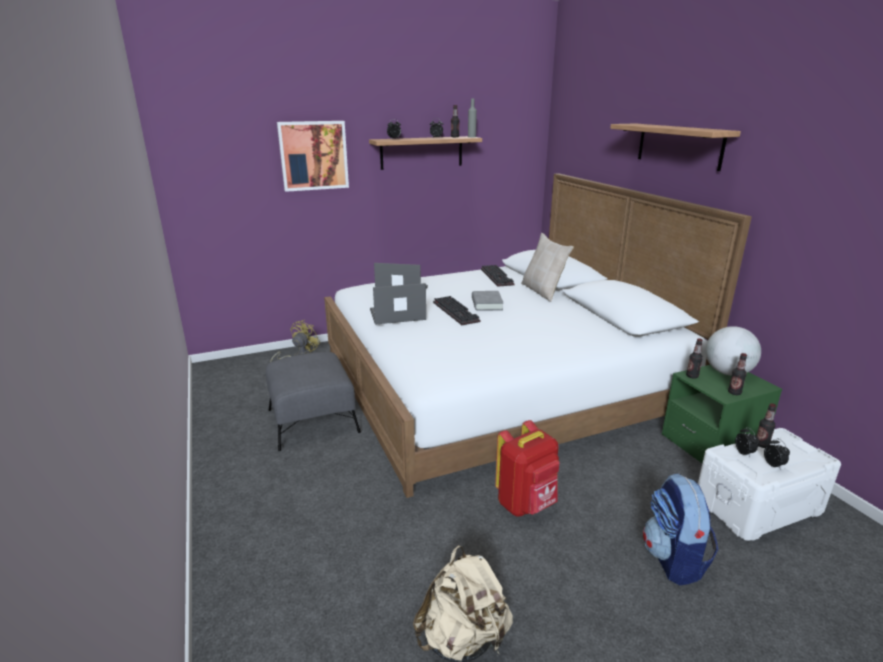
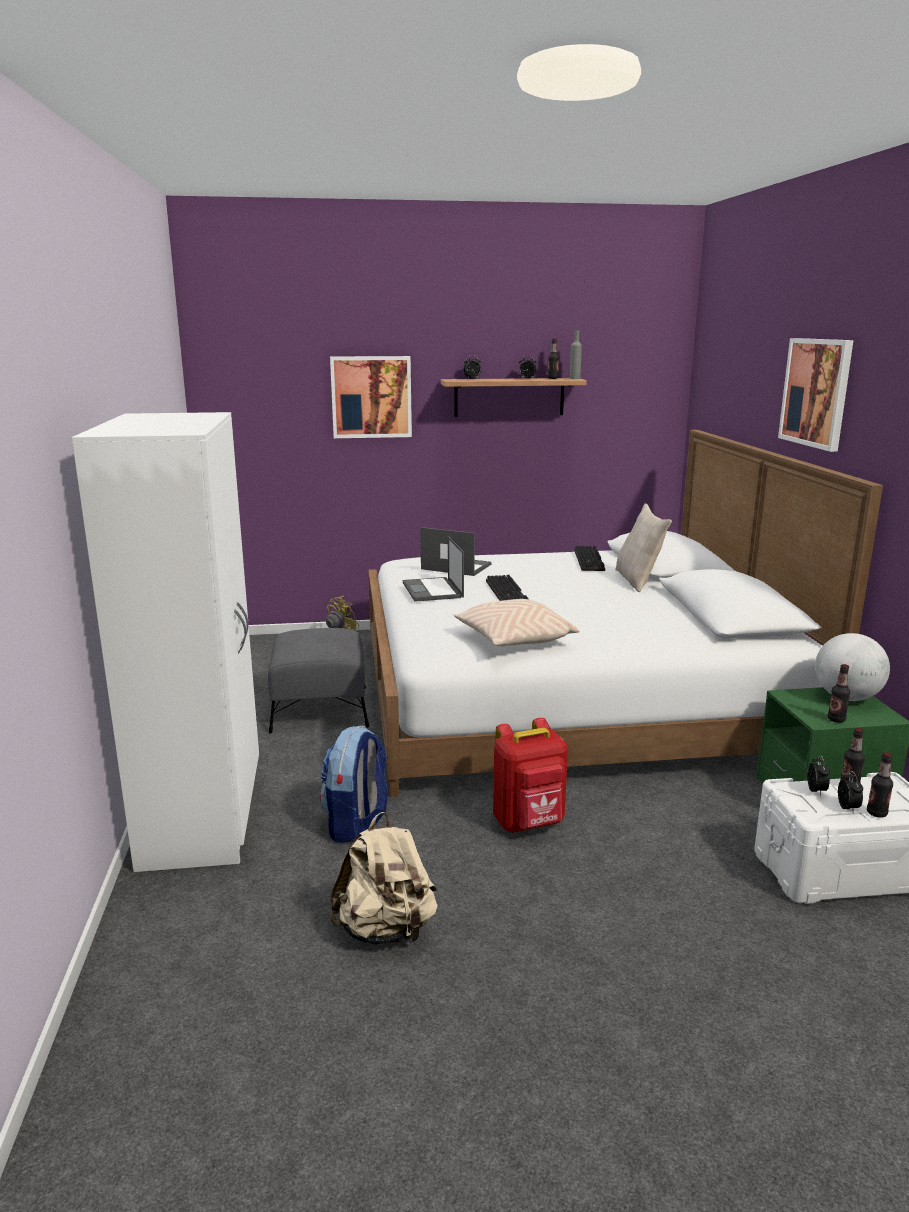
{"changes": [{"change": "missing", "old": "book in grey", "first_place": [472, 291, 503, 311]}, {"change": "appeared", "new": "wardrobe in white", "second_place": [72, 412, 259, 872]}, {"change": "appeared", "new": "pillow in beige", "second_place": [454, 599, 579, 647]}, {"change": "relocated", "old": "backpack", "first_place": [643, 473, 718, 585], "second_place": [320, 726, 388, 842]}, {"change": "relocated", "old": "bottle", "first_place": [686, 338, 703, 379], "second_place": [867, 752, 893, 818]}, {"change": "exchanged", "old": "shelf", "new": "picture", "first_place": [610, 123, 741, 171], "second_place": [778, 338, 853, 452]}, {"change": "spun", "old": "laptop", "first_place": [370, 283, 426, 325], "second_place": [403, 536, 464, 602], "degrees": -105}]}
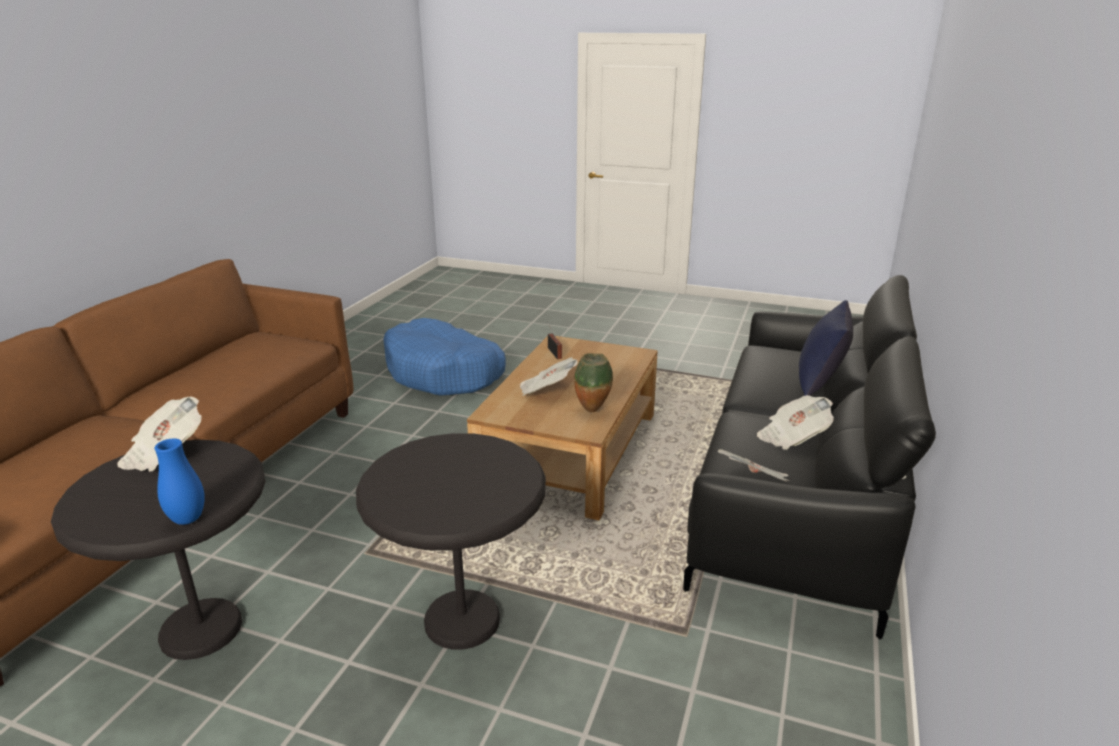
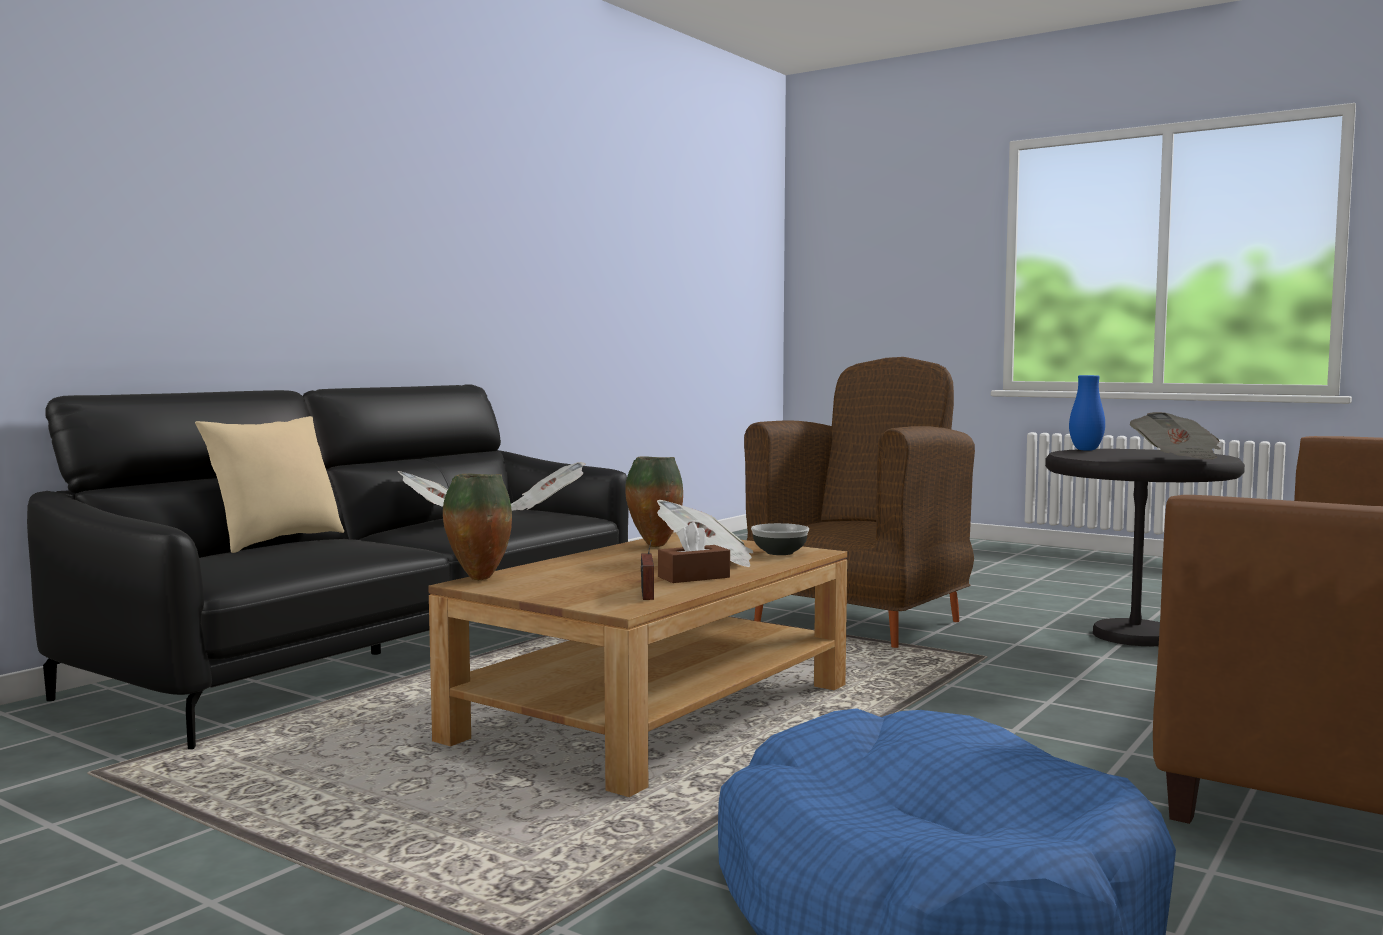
{"changes": [{"change": "appeared", "new": "vase", "second_place": [443, 474, 512, 580]}, {"change": "appeared", "new": "tissue box in brown", "second_place": [658, 522, 730, 583]}, {"change": "appeared", "new": "bowl", "second_place": [751, 523, 809, 555]}, {"change": "exchanged", "old": "side table in black", "new": "armchair in brown", "first_place": [356, 433, 546, 650], "second_place": [744, 357, 975, 648]}, {"change": "colour", "old": "pillow in blue", "new": "pillow in beige", "first_place": [799, 300, 853, 396], "second_place": [195, 416, 344, 553]}]}
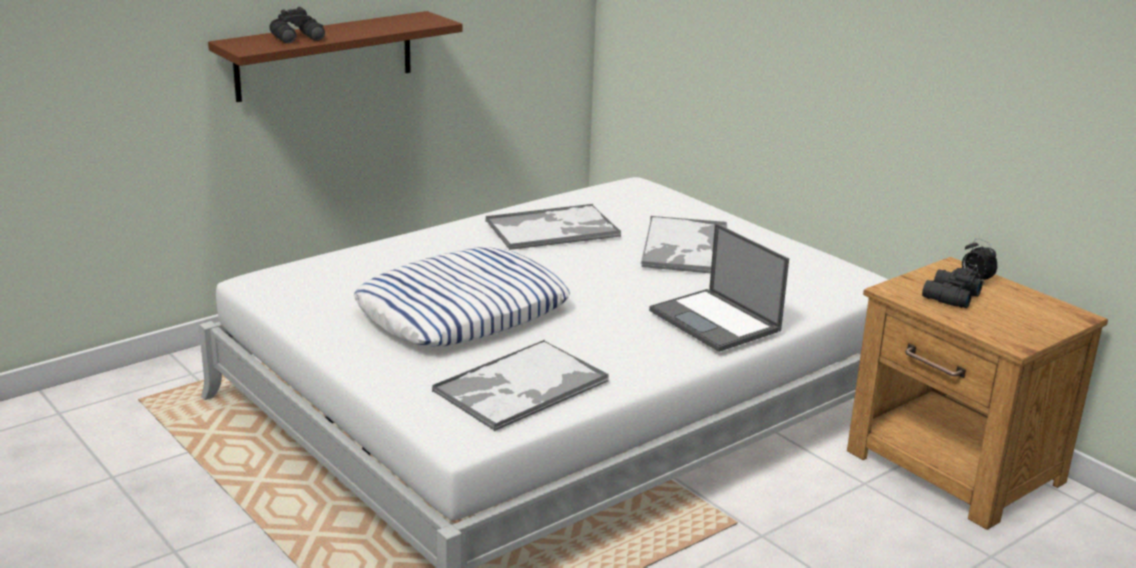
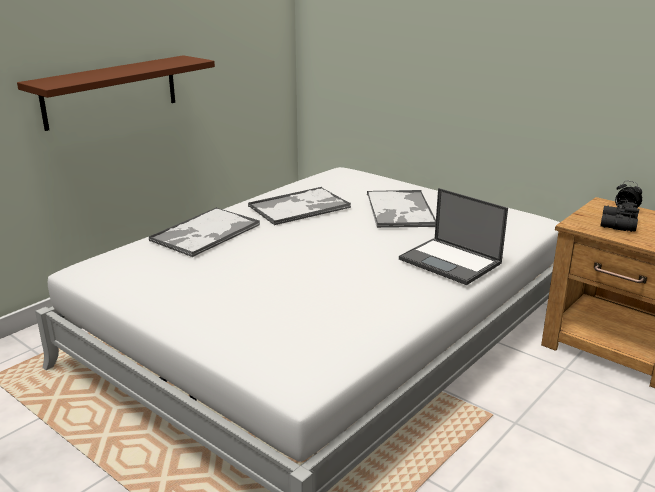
{"changes": [{"change": "missing", "old": "binoculars in black", "first_place": [269, 7, 325, 43]}, {"change": "missing", "old": "pillow", "first_place": [354, 247, 570, 346]}, {"change": "relocated", "old": "tray", "first_place": [432, 340, 609, 432], "second_place": [148, 207, 260, 257]}]}
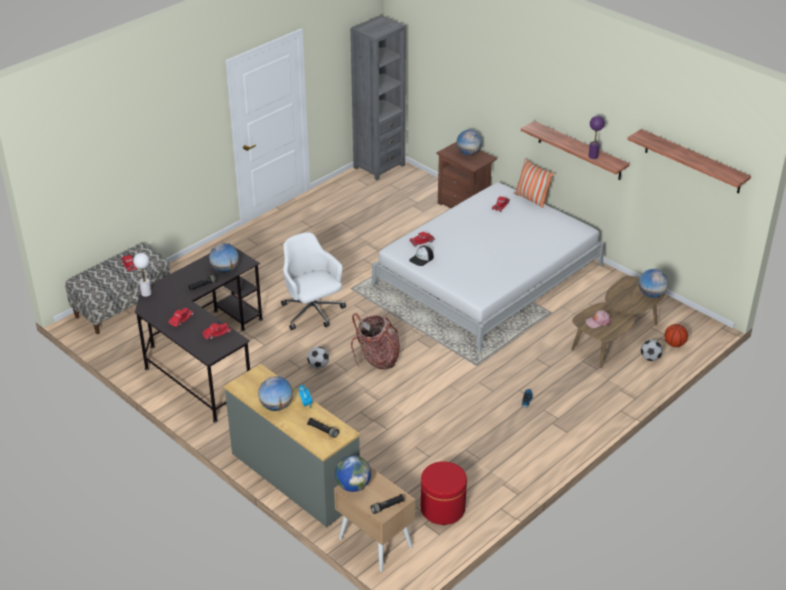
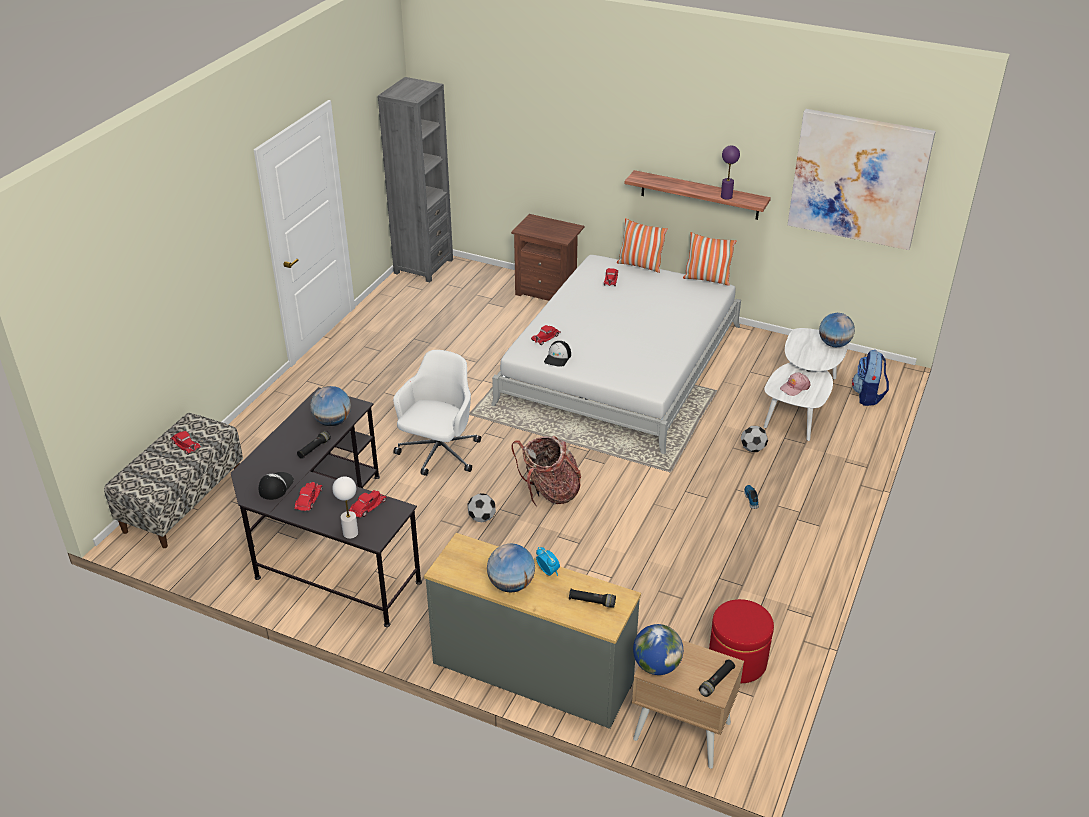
{"changes": [{"change": "missing", "old": "globe", "first_place": [456, 129, 482, 155]}, {"change": "appeared", "new": "cap", "second_place": [259, 472, 294, 500]}, {"change": "appeared", "new": "pillow", "second_place": [683, 232, 737, 286]}, {"change": "relocated", "old": "table lamp in white", "first_place": [133, 253, 151, 297], "second_place": [332, 476, 358, 539]}, {"change": "relocated", "old": "football", "first_place": [641, 339, 663, 361], "second_place": [741, 426, 768, 452]}, {"change": "exchanged", "old": "shelf", "new": "picture", "first_place": [627, 129, 751, 194], "second_place": [788, 109, 936, 250]}, {"change": "exchanged", "old": "basketball", "new": "backpack", "first_place": [664, 324, 688, 347], "second_place": [852, 350, 889, 406]}, {"change": "colour", "old": "coffee table in brown", "new": "coffee table in white", "first_place": [571, 276, 665, 368], "second_place": [764, 328, 848, 441]}, {"change": "spun", "old": "office chair in white", "first_place": [281, 232, 346, 330], "second_place": [393, 350, 481, 476], "degrees": 75}]}
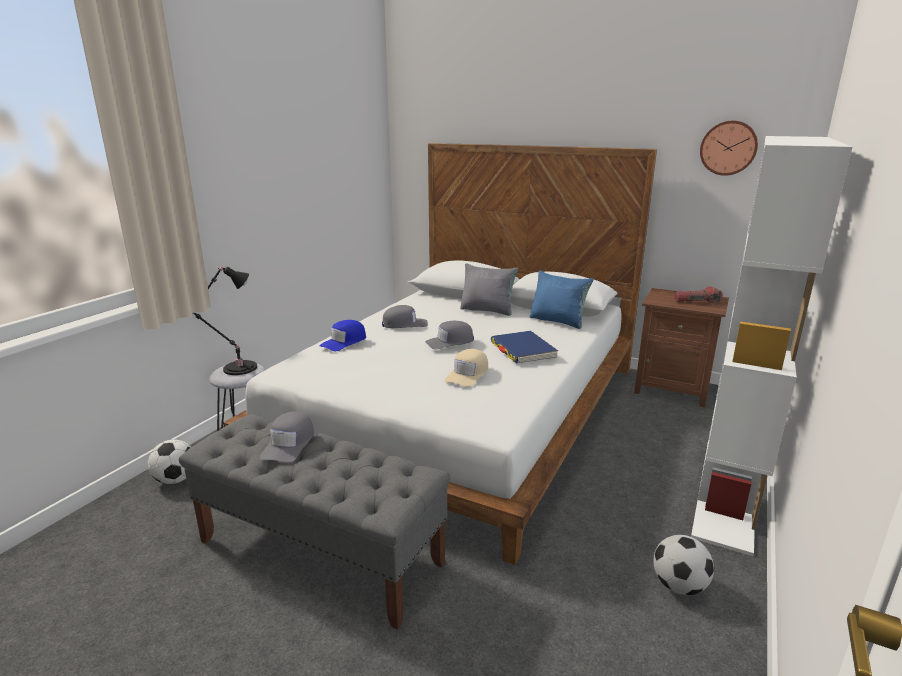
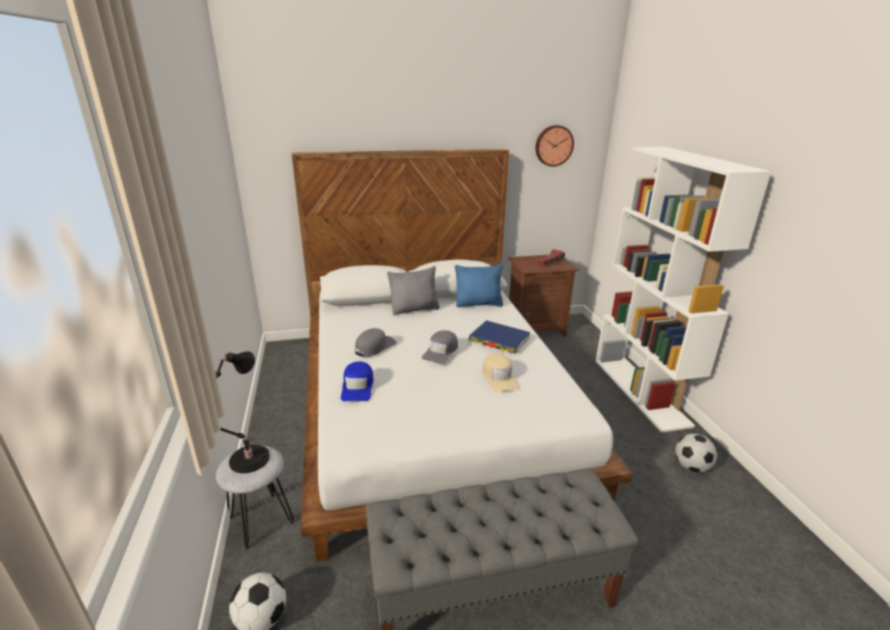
{"changes": [{"change": "missing", "old": "cap in grey", "first_place": [260, 411, 314, 463]}]}
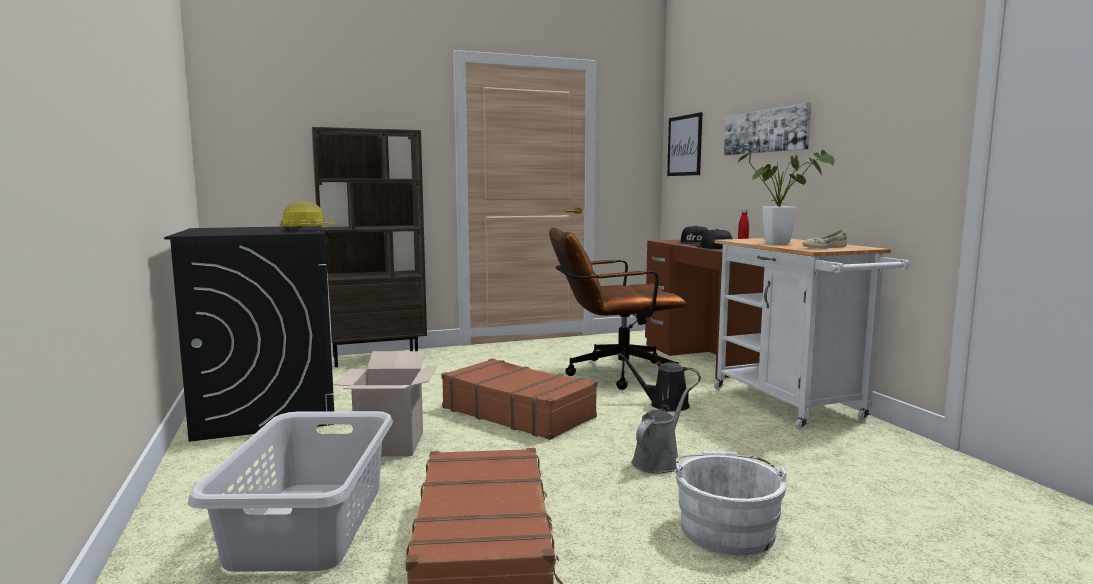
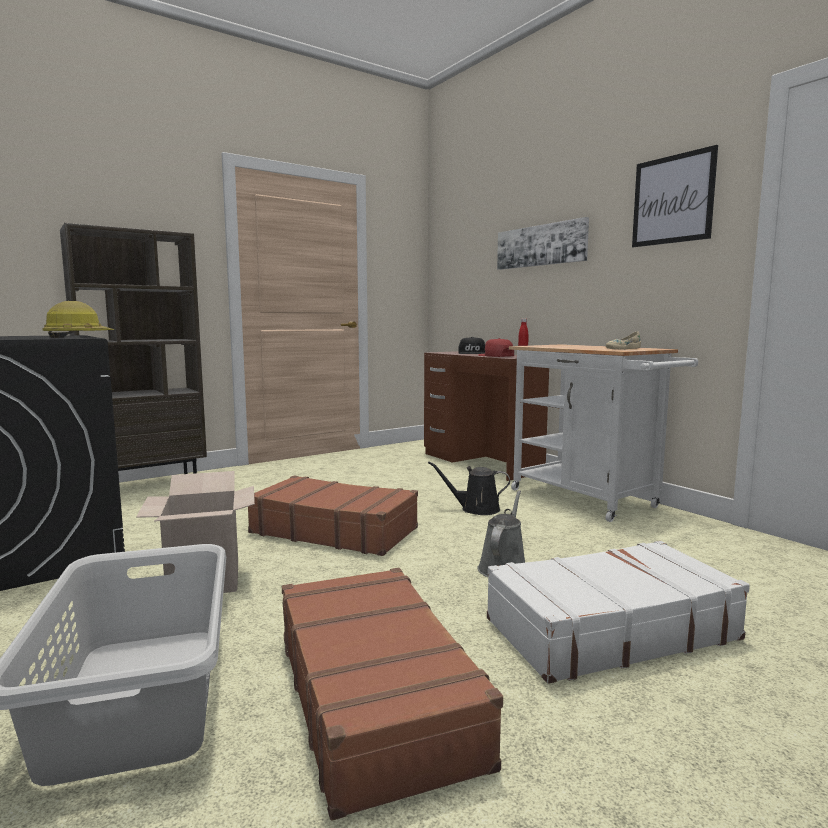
{"changes": [{"change": "missing", "old": "office chair in brown", "first_place": [549, 228, 686, 390]}, {"change": "missing", "old": "potted plant", "first_place": [738, 150, 835, 244]}, {"change": "relocated", "old": "picture", "first_place": [667, 112, 702, 176], "second_place": [632, 145, 718, 247]}, {"change": "exchanged", "old": "bucket in white", "new": "suitcase in white", "first_place": [674, 451, 787, 555], "second_place": [487, 541, 750, 684]}, {"change": "colour", "old": "cap in black", "new": "cap in red", "first_place": [696, 229, 732, 249], "second_place": [478, 338, 514, 357]}]}
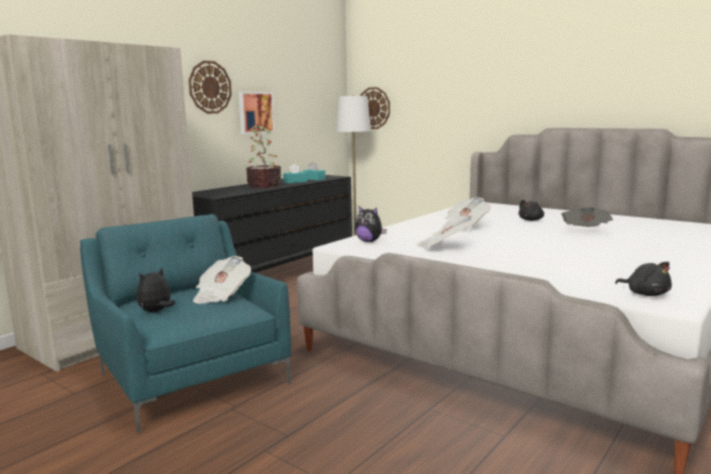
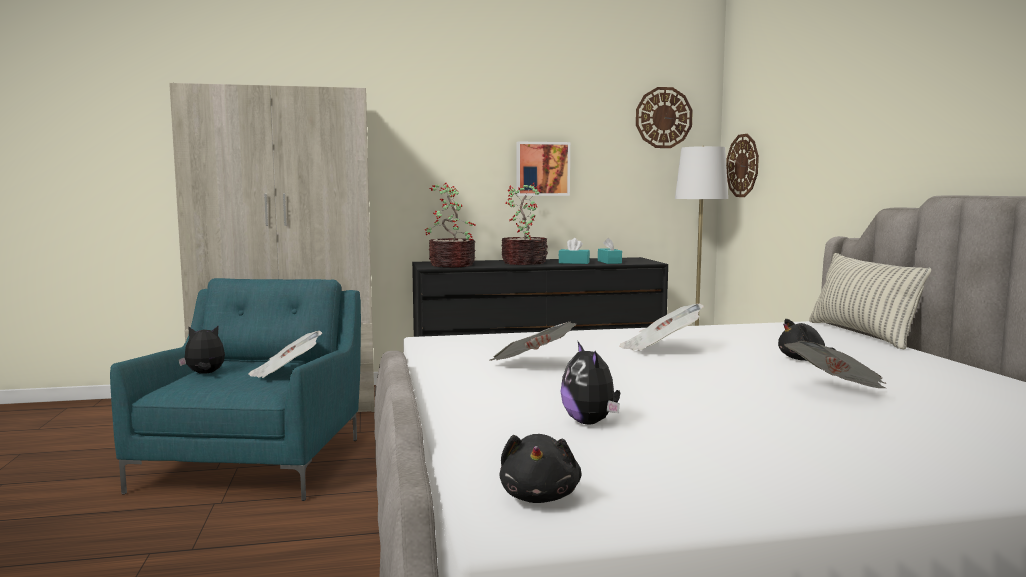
{"changes": [{"change": "appeared", "new": "potted plant", "second_place": [424, 183, 476, 267]}, {"change": "appeared", "new": "pillow", "second_place": [809, 253, 931, 350]}, {"change": "relocated", "old": "wall clock", "first_place": [189, 61, 232, 114], "second_place": [636, 87, 693, 148]}, {"change": "relocated", "old": "plush toy", "first_place": [355, 206, 387, 242], "second_place": [561, 340, 620, 424]}]}
